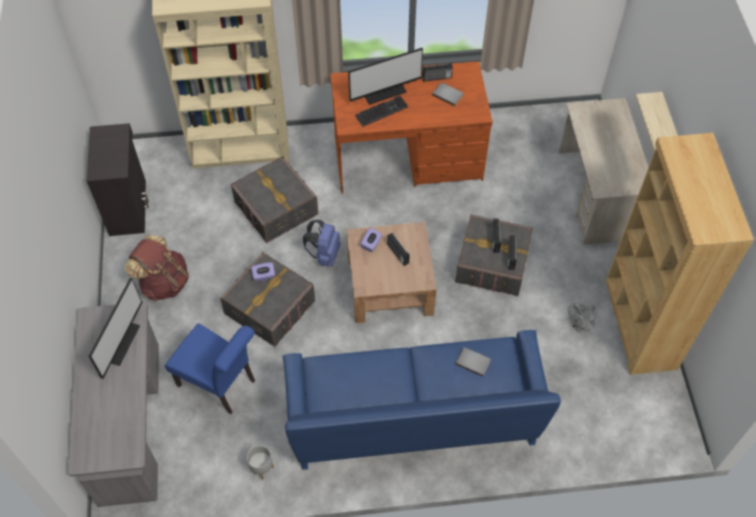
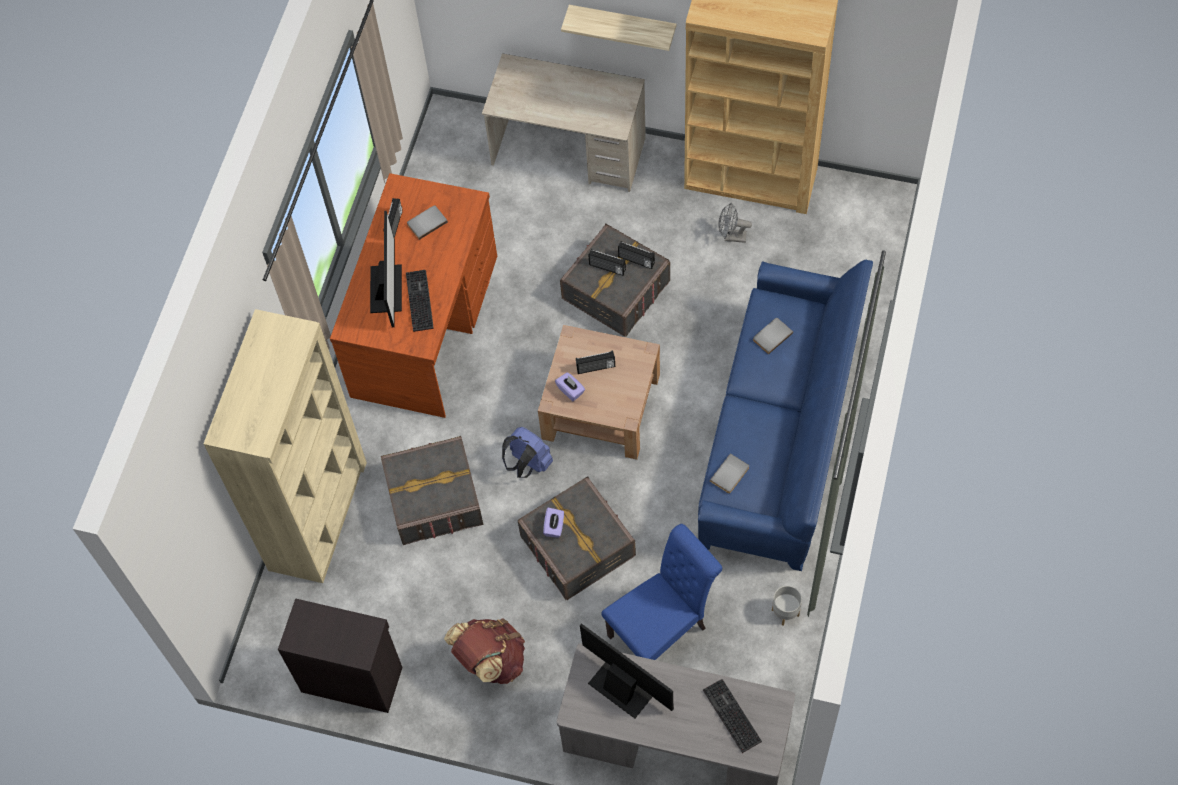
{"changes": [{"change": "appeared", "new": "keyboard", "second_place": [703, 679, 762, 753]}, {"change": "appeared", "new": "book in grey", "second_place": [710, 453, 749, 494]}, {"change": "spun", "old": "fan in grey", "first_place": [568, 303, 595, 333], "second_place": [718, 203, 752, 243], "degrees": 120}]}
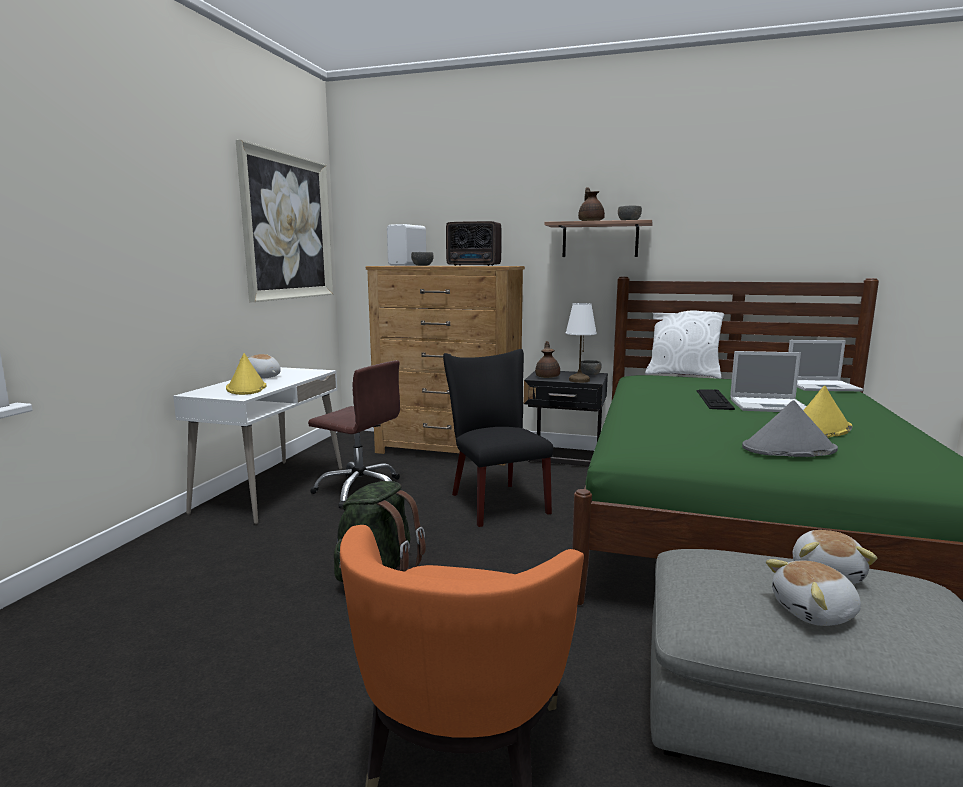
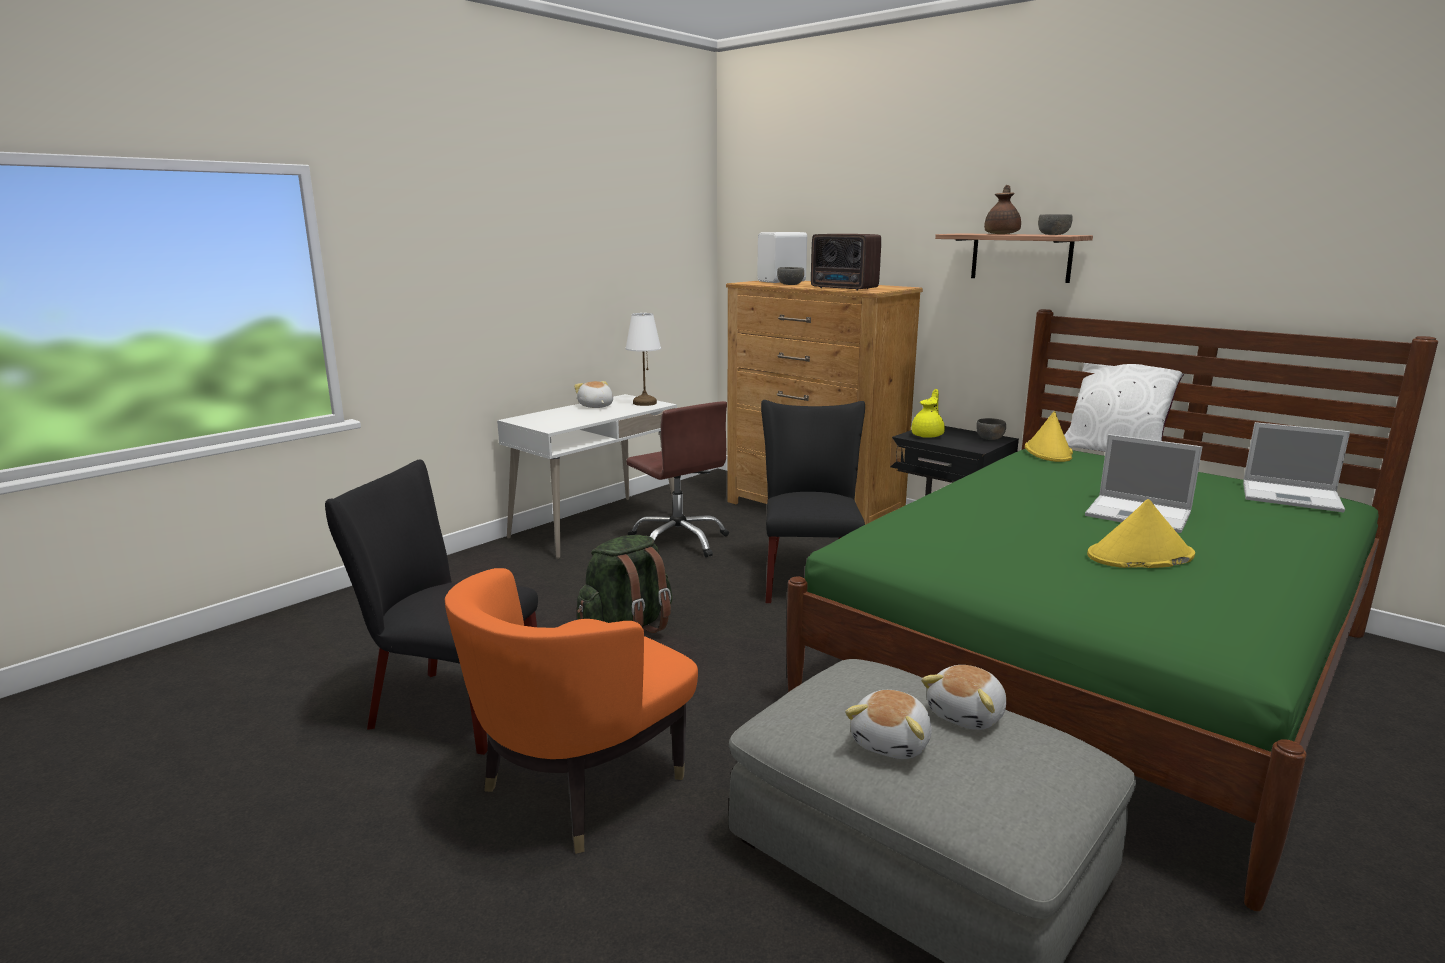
{"changes": [{"change": "missing", "old": "picture", "first_place": [236, 140, 333, 302]}, {"change": "missing", "old": "keyboard", "first_place": [696, 389, 735, 410]}, {"change": "missing", "old": "hat in grey", "first_place": [742, 400, 838, 457]}, {"change": "appeared", "new": "chair in black", "second_place": [325, 460, 538, 755]}, {"change": "relocated", "old": "hat in yellow", "first_place": [226, 353, 266, 395], "second_place": [1025, 411, 1073, 462]}, {"change": "relocated", "old": "table lamp in white", "first_place": [566, 303, 597, 383], "second_place": [626, 313, 661, 406]}, {"change": "colour", "old": "teapot in brown", "new": "teapot in yellow", "first_place": [535, 341, 560, 378], "second_place": [911, 389, 945, 438]}, {"change": "spun", "old": "plush toy", "first_place": [766, 559, 861, 626], "second_place": [845, 690, 932, 759], "degrees": -75}]}
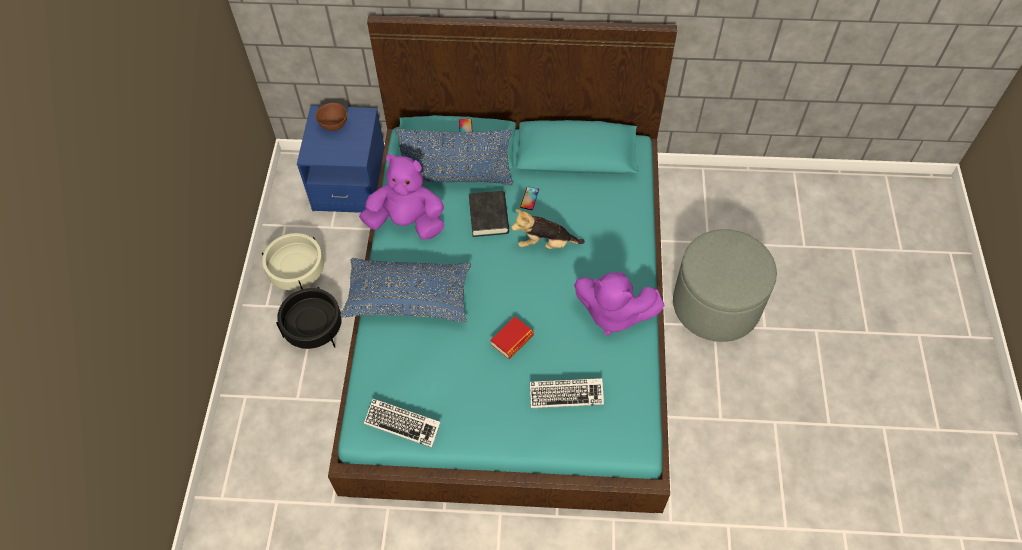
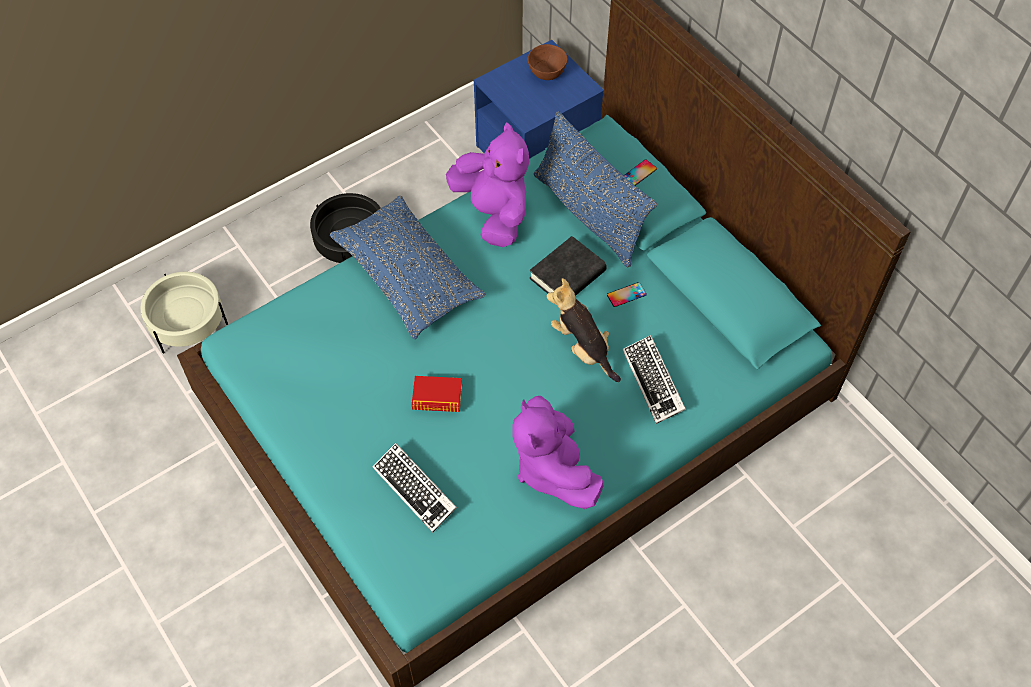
{"changes": [{"change": "missing", "old": "ottoman in grey", "first_place": [673, 229, 777, 342]}, {"change": "relocated", "old": "planter in beige", "first_place": [262, 233, 324, 290], "second_place": [141, 272, 228, 354]}, {"change": "relocated", "old": "keyboard", "first_place": [364, 399, 441, 448], "second_place": [623, 335, 686, 424]}]}
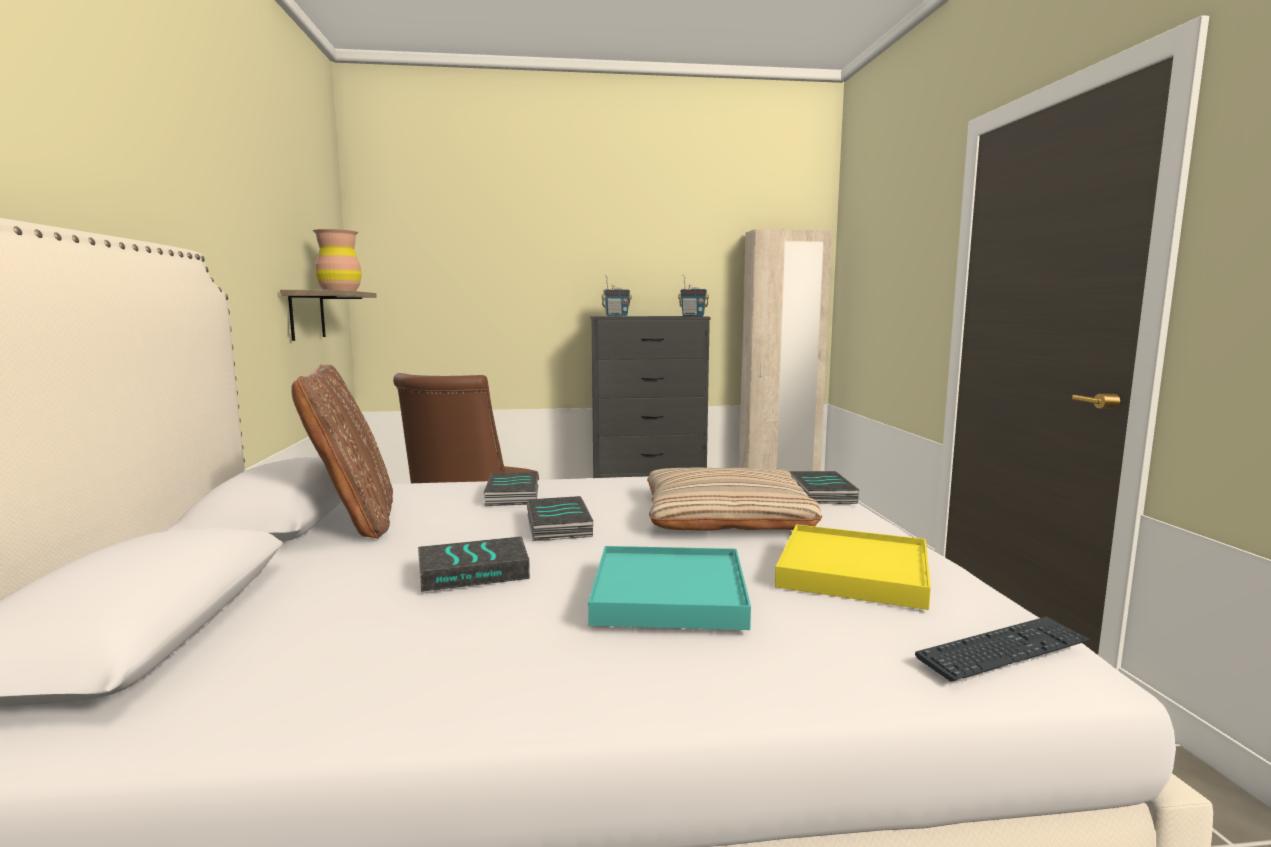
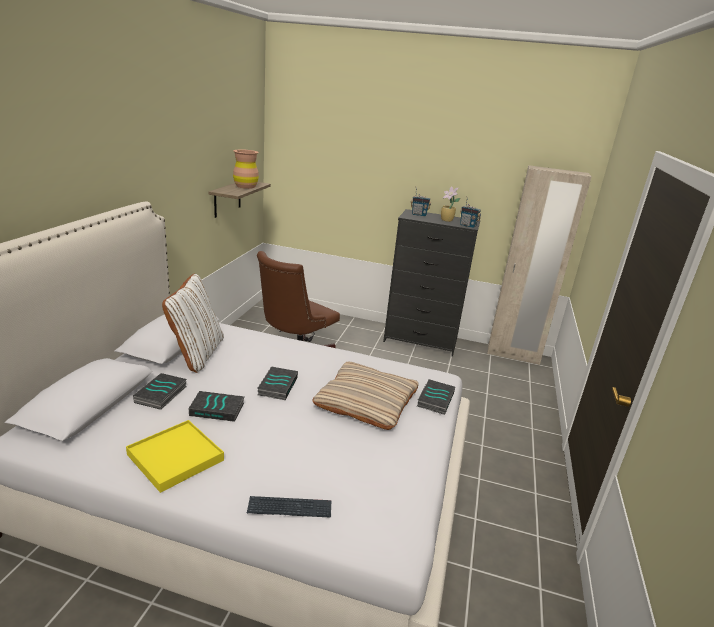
{"changes": [{"change": "missing", "old": "tray in turquoise", "first_place": [588, 546, 751, 630]}, {"change": "appeared", "new": "potted plant", "second_place": [441, 186, 460, 222]}, {"change": "relocated", "old": "book", "first_place": [484, 472, 538, 506], "second_place": [133, 373, 187, 410]}, {"change": "relocated", "old": "tray in yellow", "first_place": [775, 524, 931, 610], "second_place": [126, 420, 224, 493]}, {"change": "relocated", "old": "keyboard", "first_place": [915, 616, 1090, 682], "second_place": [247, 496, 331, 518]}, {"change": "colour", "old": "pillow in brown", "new": "pillow in white", "first_place": [291, 364, 393, 538], "second_place": [162, 274, 224, 373]}]}
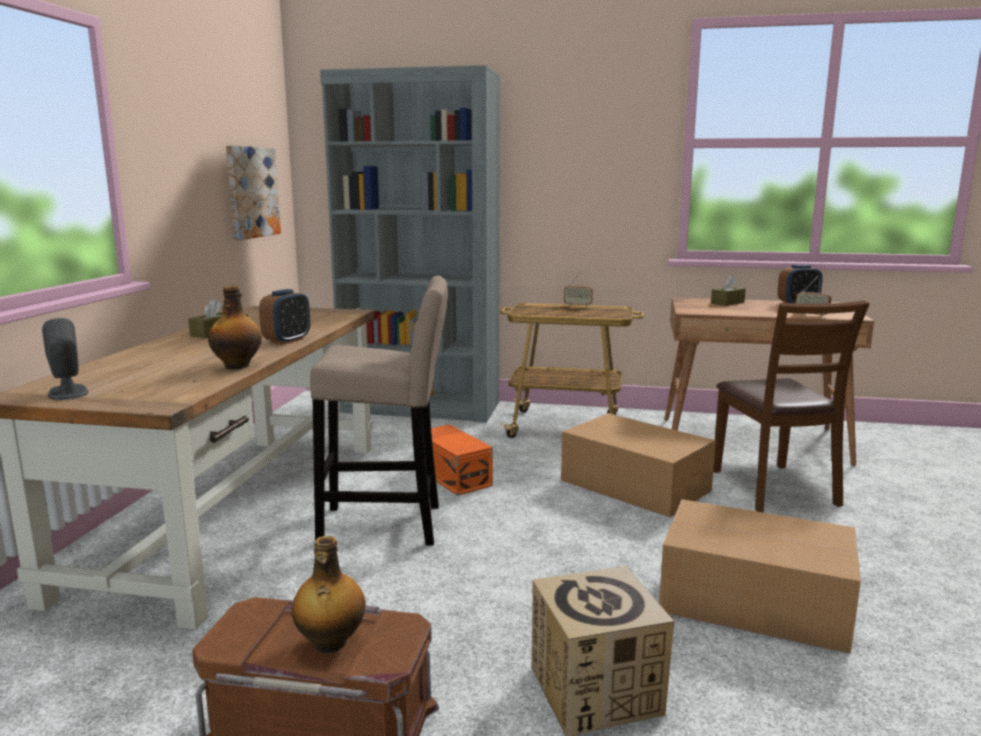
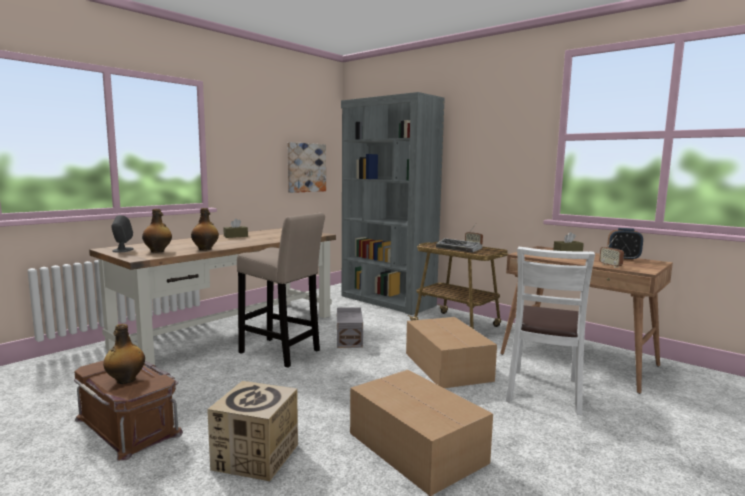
{"changes": [{"change": "missing", "old": "alarm clock", "first_place": [259, 289, 310, 344]}, {"change": "appeared", "new": "bottle", "second_place": [142, 209, 172, 253]}, {"change": "appeared", "new": "keyboard", "second_place": [436, 238, 482, 253]}, {"change": "colour", "old": "storage box in orange", "new": "storage box in grey", "first_place": [431, 425, 493, 496], "second_place": [337, 307, 363, 348]}, {"change": "colour", "old": "chair in brown", "new": "chair in white", "first_place": [713, 300, 870, 512], "second_place": [506, 247, 595, 415]}]}
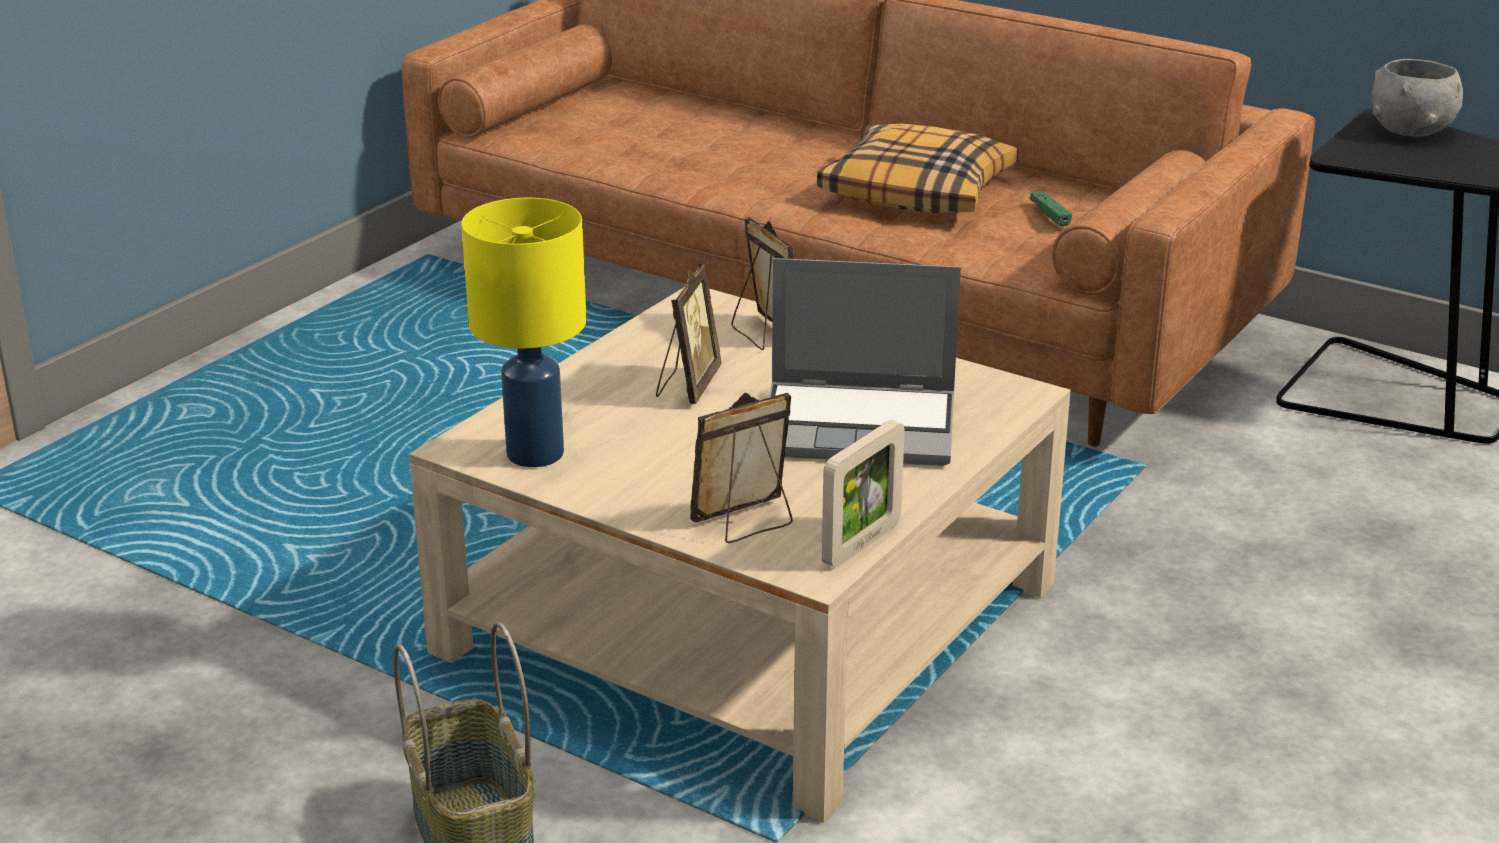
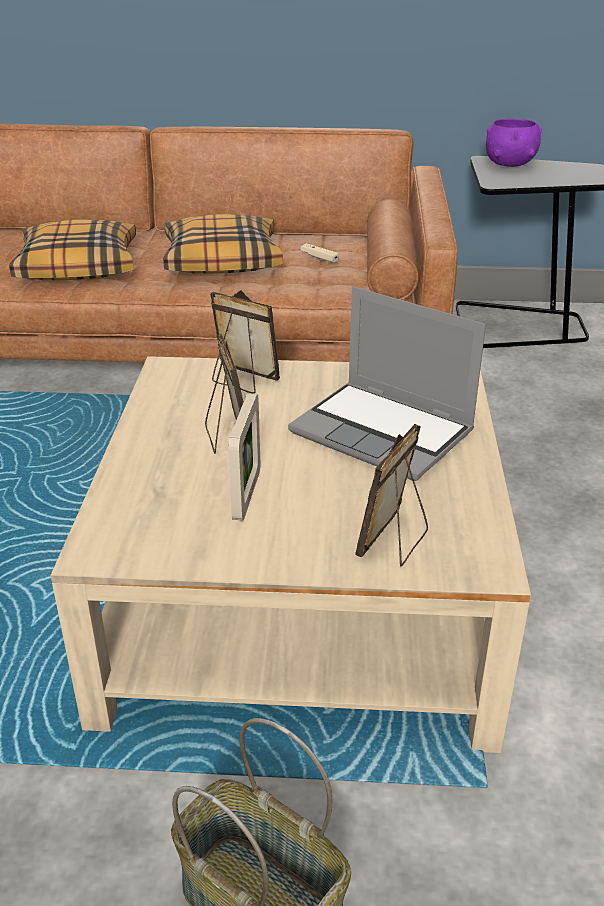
{"changes": [{"change": "missing", "old": "table lamp in yellow", "first_place": [461, 198, 586, 467]}, {"change": "appeared", "new": "pillow", "second_place": [9, 220, 136, 280]}, {"change": "relocated", "old": "picture frame", "first_place": [822, 420, 905, 567], "second_place": [228, 393, 260, 521]}, {"change": "colour", "old": "game controller in green", "new": "game controller in beige", "first_place": [1030, 191, 1072, 226], "second_place": [301, 243, 339, 263]}, {"change": "colour", "old": "bowl in grey", "new": "bowl in purple", "first_place": [1371, 59, 1463, 137], "second_place": [486, 119, 542, 167]}, {"change": "spun", "old": "laptop", "first_place": [769, 258, 961, 466], "second_place": [288, 286, 486, 481], "degrees": 60}]}
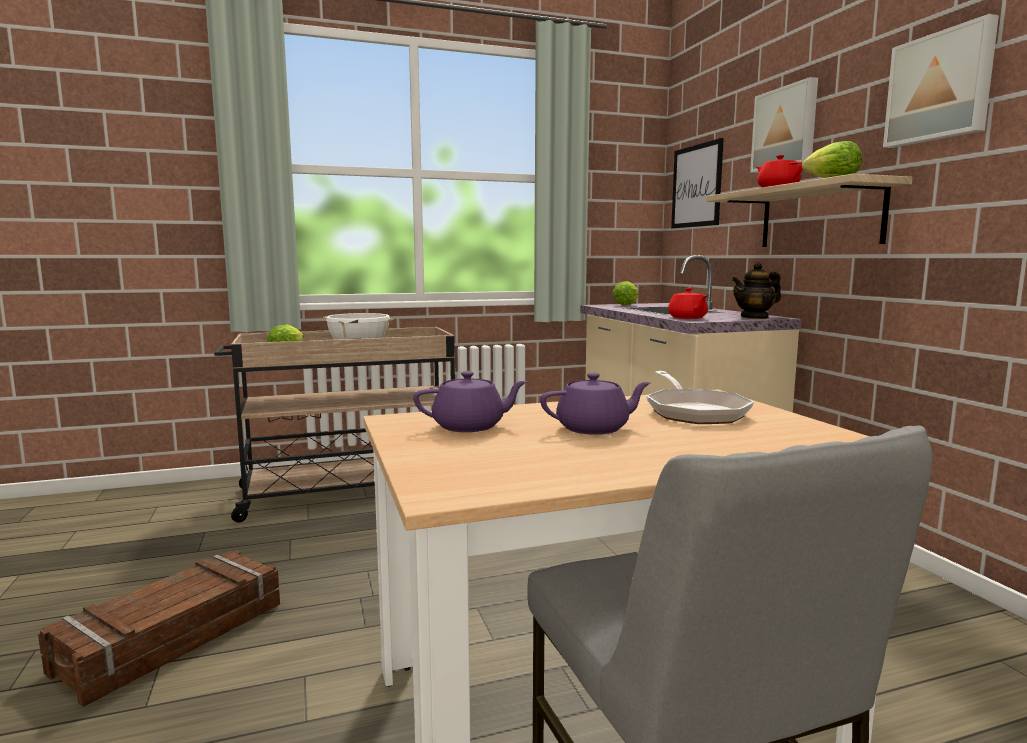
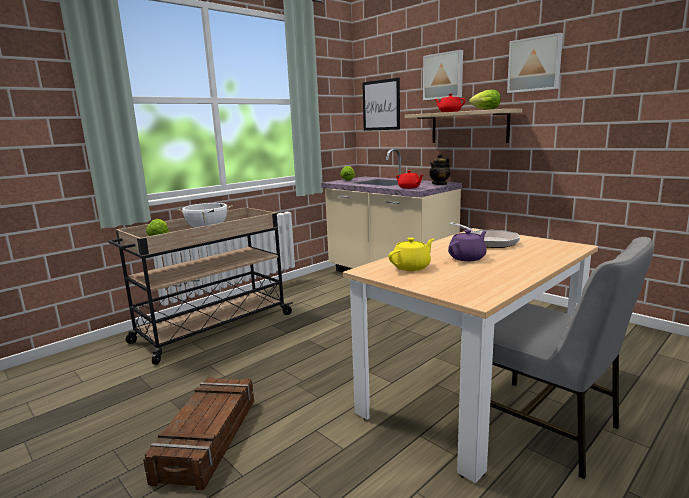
{"changes": [{"change": "colour", "old": "teapot in purple", "new": "teapot in yellow", "first_place": [413, 371, 528, 432], "second_place": [388, 238, 434, 271]}]}
